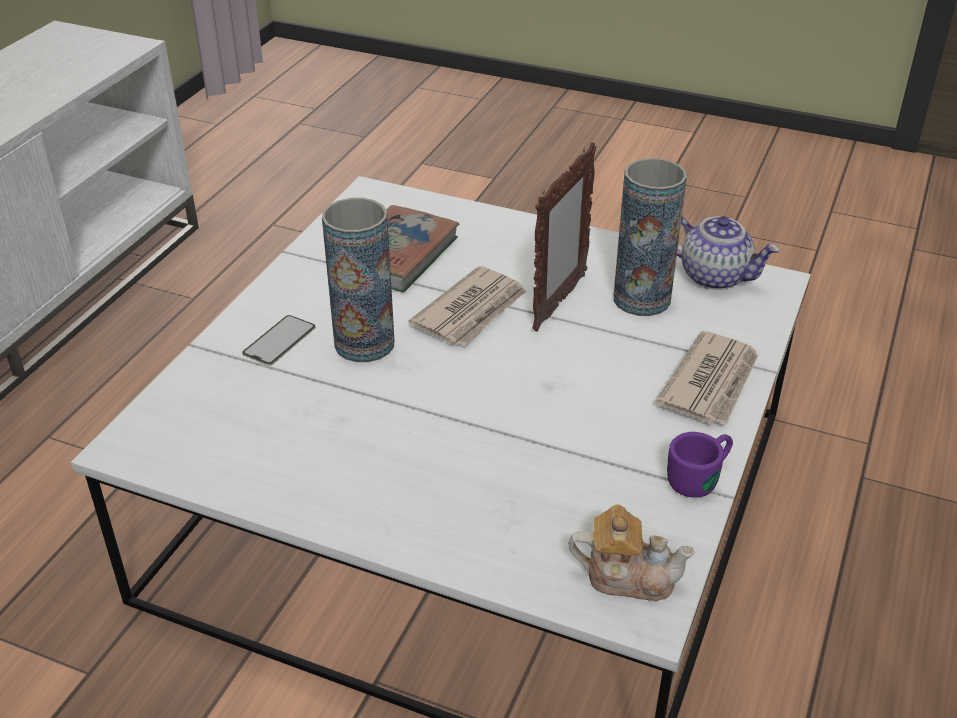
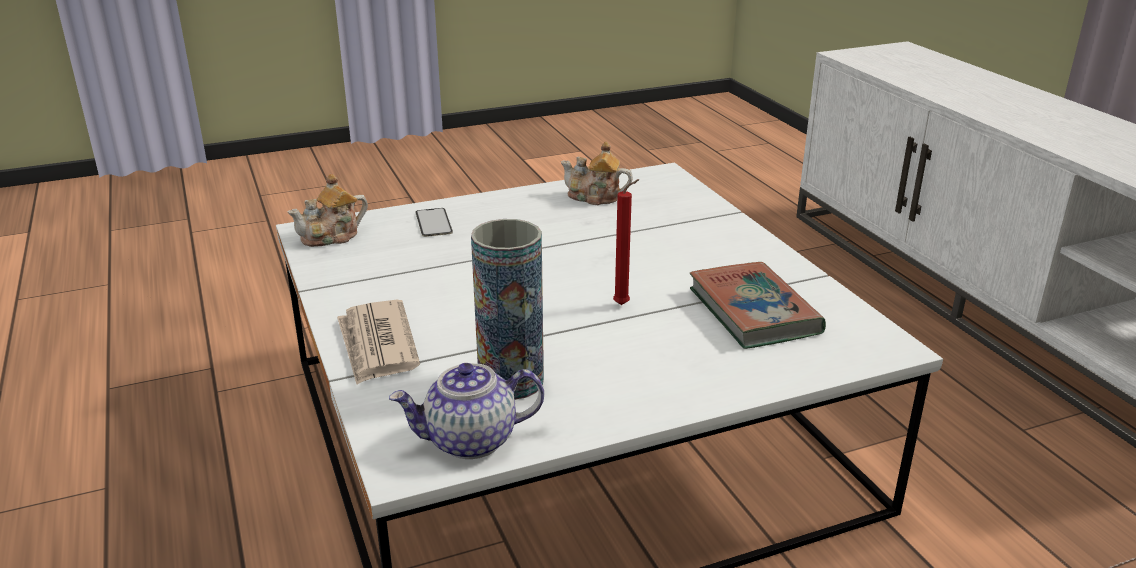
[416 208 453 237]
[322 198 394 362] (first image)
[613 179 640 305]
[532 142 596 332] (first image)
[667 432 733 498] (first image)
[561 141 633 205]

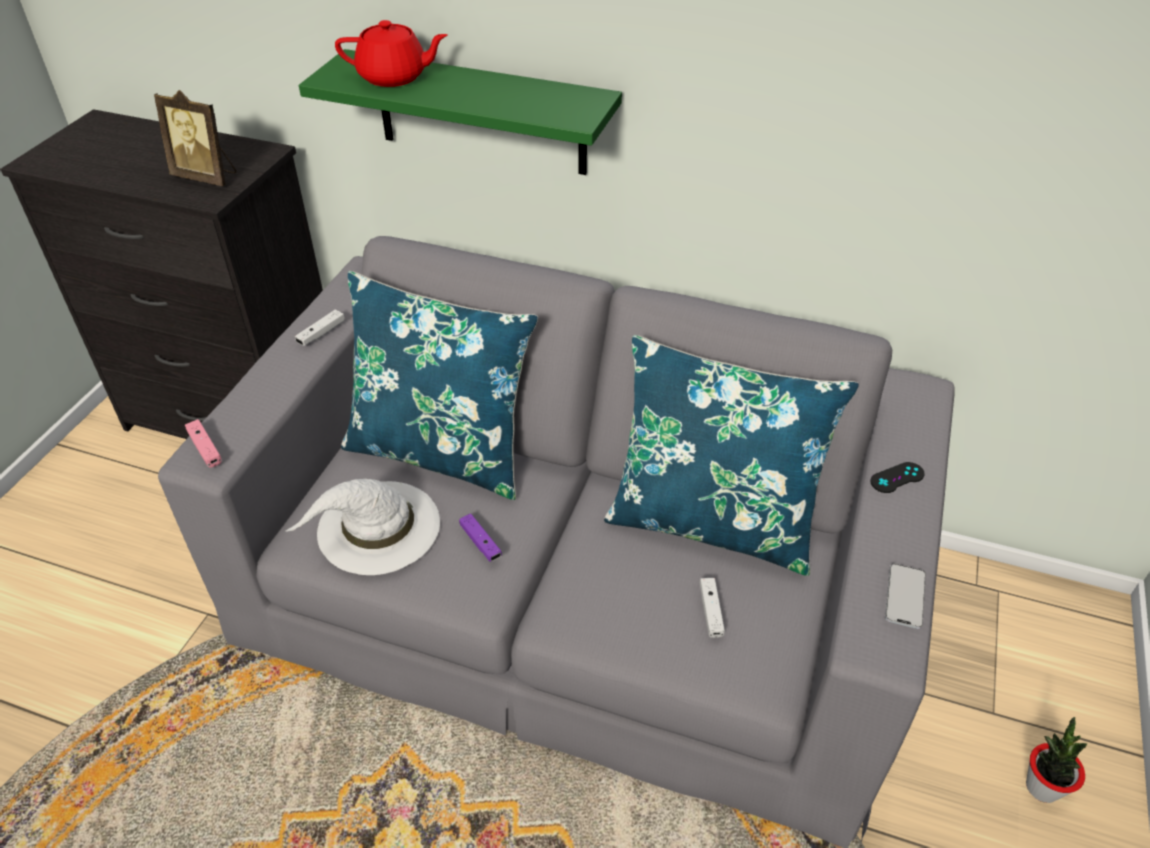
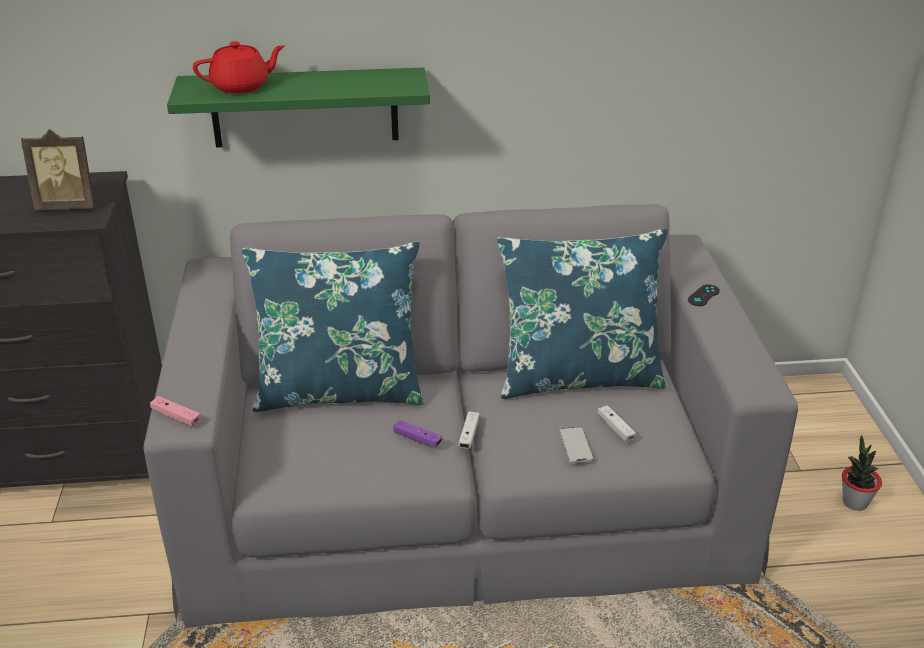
[286 479 440 575] (first image)
[458 411 480 449]
[559 427 594 463]

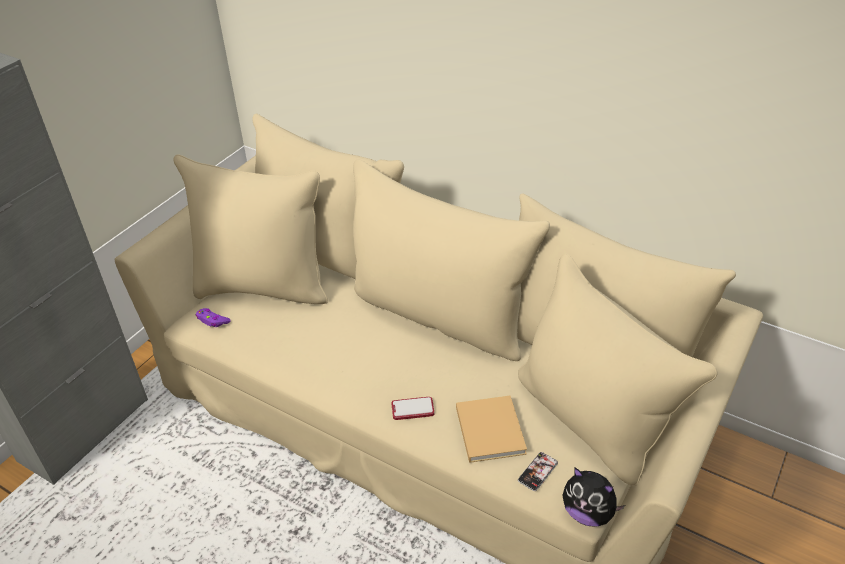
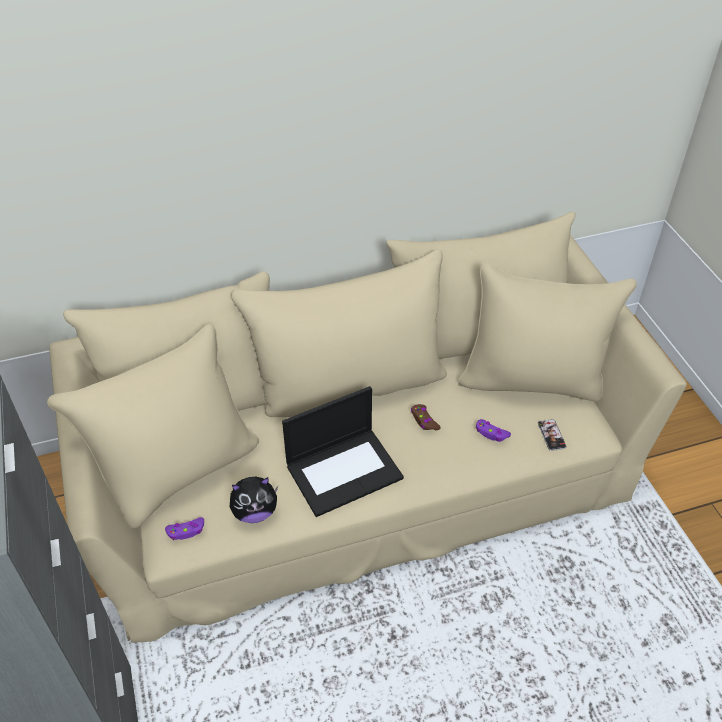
[391 397 434 420] (first image)
[476 419 511 442]
[230 477 278 523]
[282 386 404 517]
[411 404 441 430]

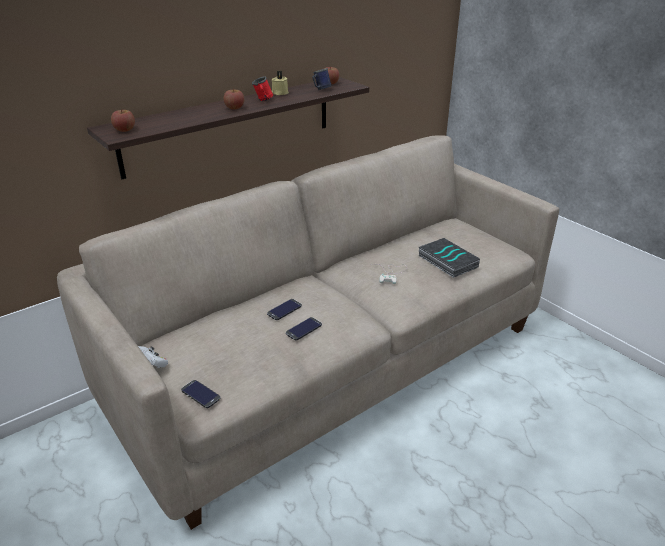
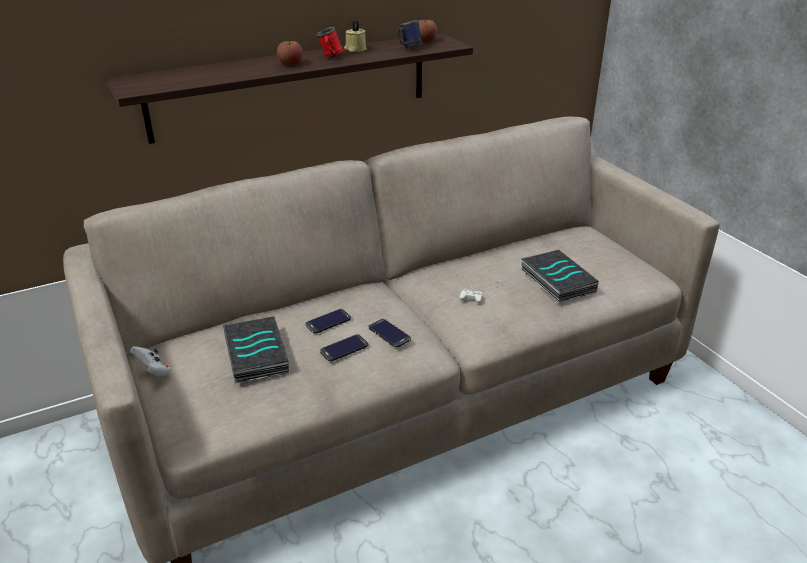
[111 109 135 132] (first image)
[369 319 411 347]
[223 316 289 384]

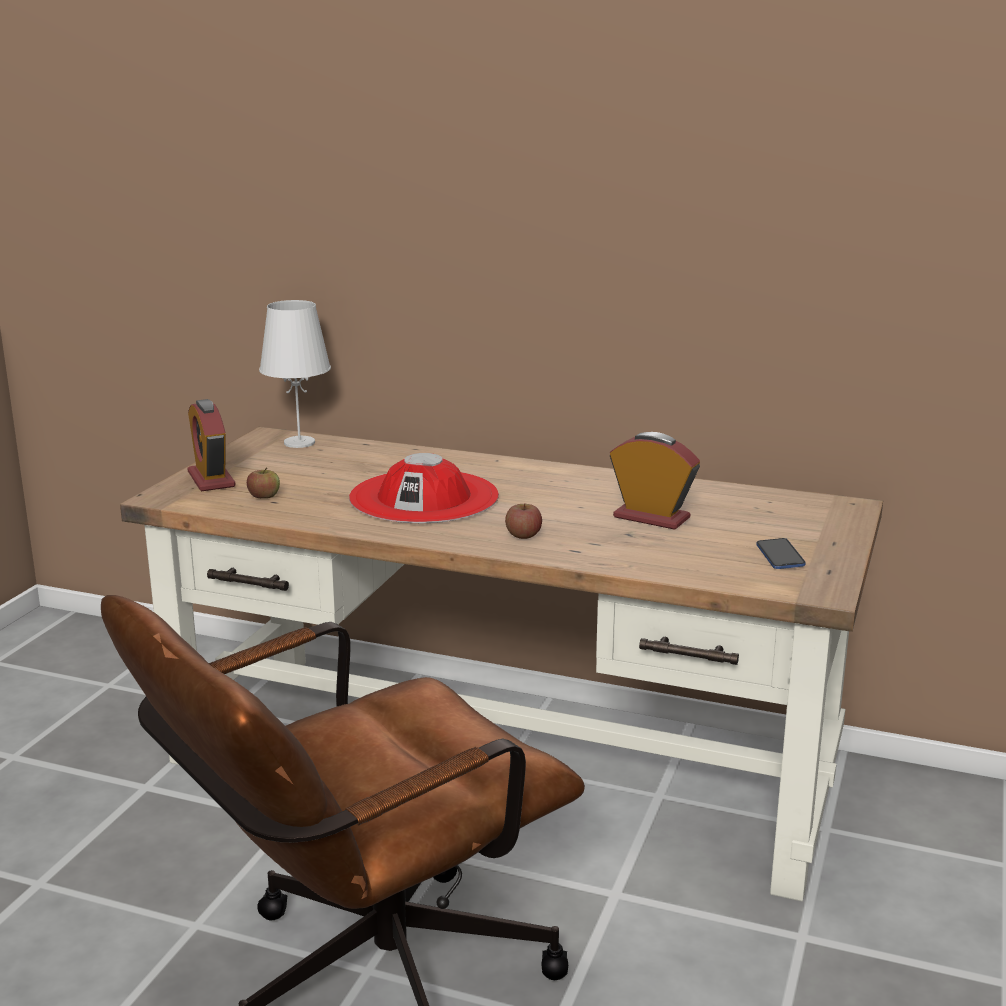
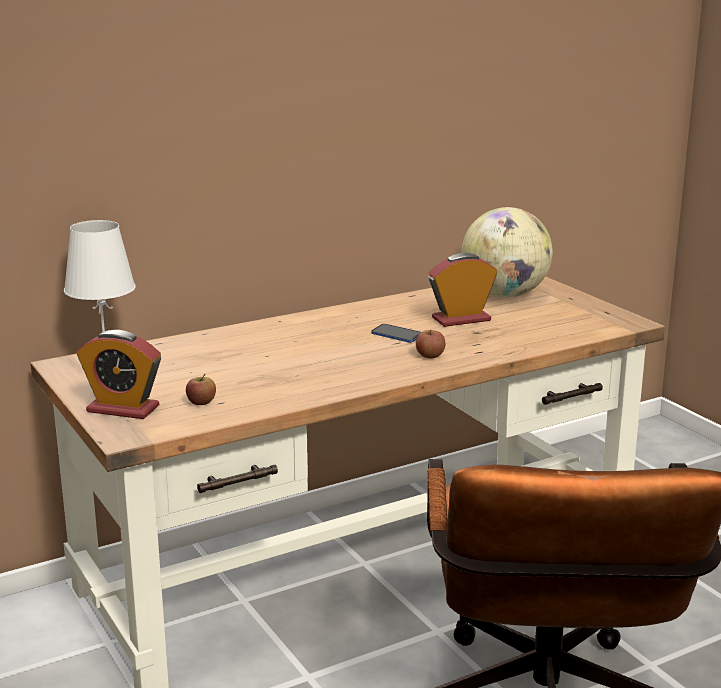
[349 453 499 523] (first image)
[371 324 421 343]
[462 207 553 298]

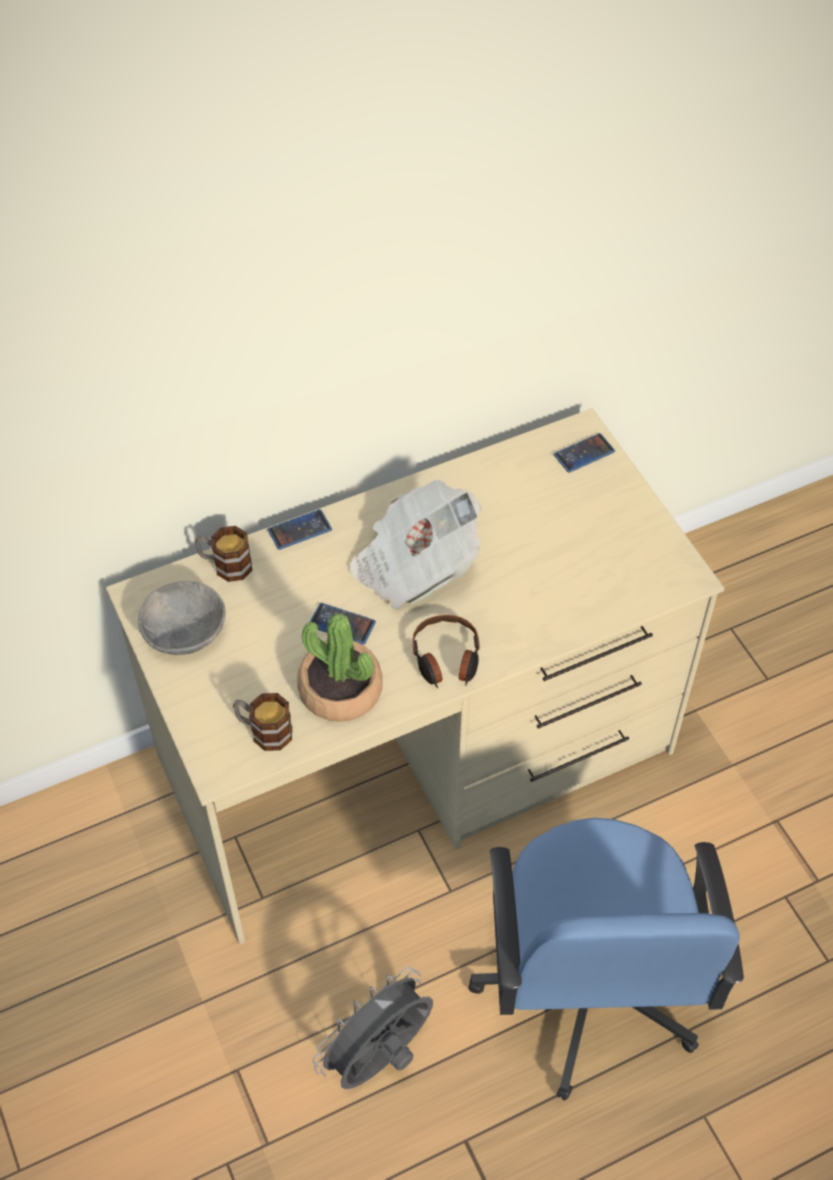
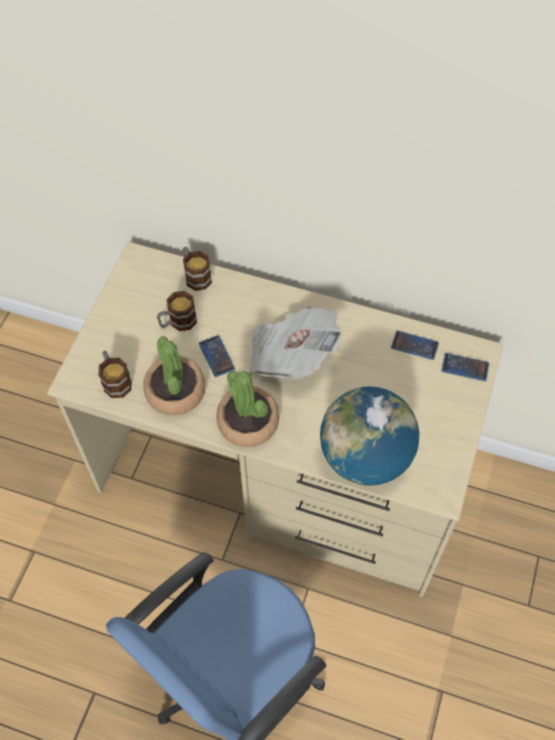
[138 581 226 655] (first image)
[391 331 439 360]
[313 967 433 1090] (first image)
[216 370 280 447]
[157 291 197 331]
[320 386 419 486]

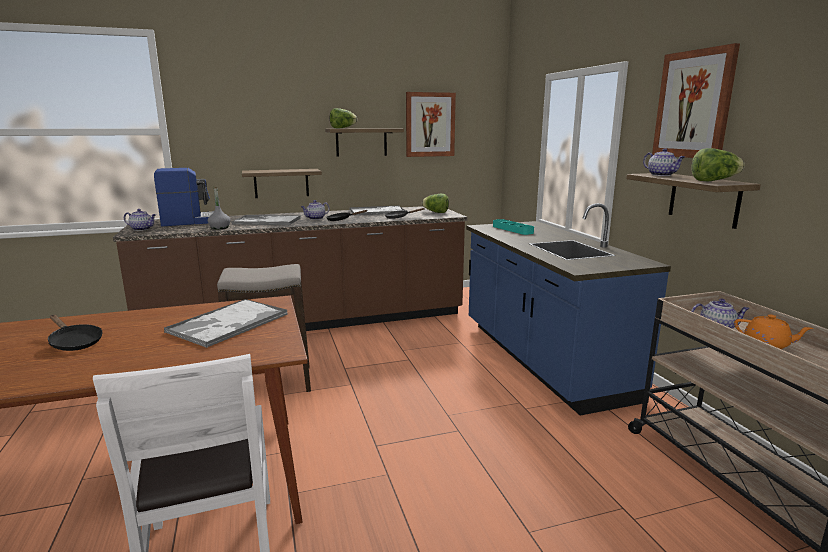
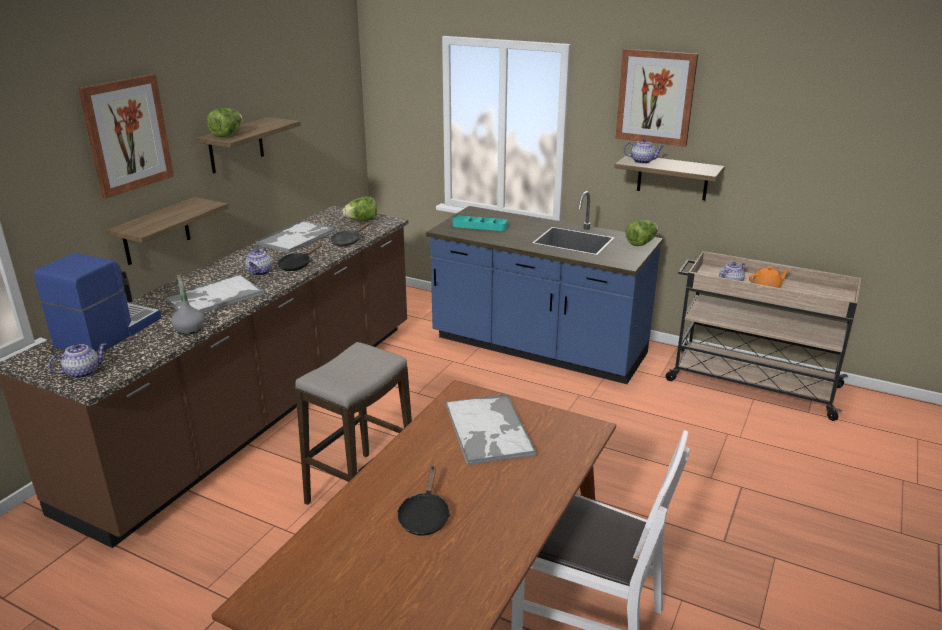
[397 465 450 536]
[78 74 174 199]
[625 220 658 246]

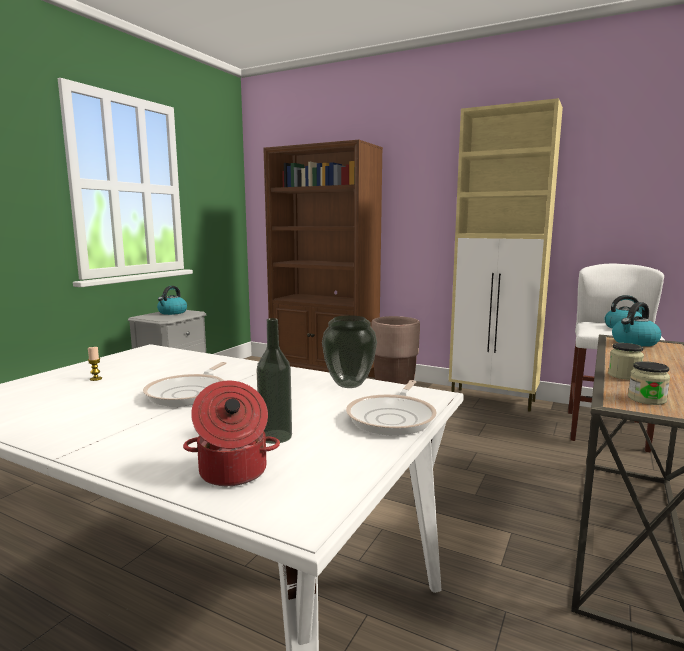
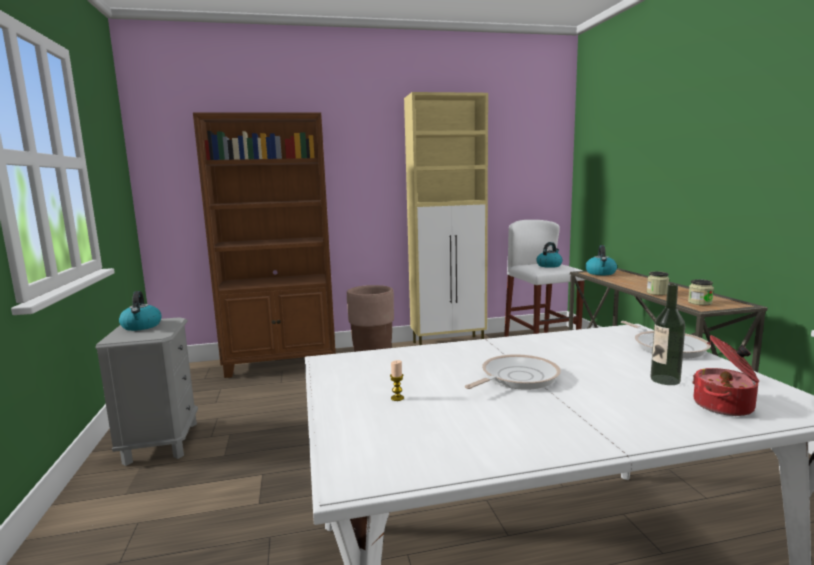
[465 354 561 390]
[322 315 377 388] (first image)

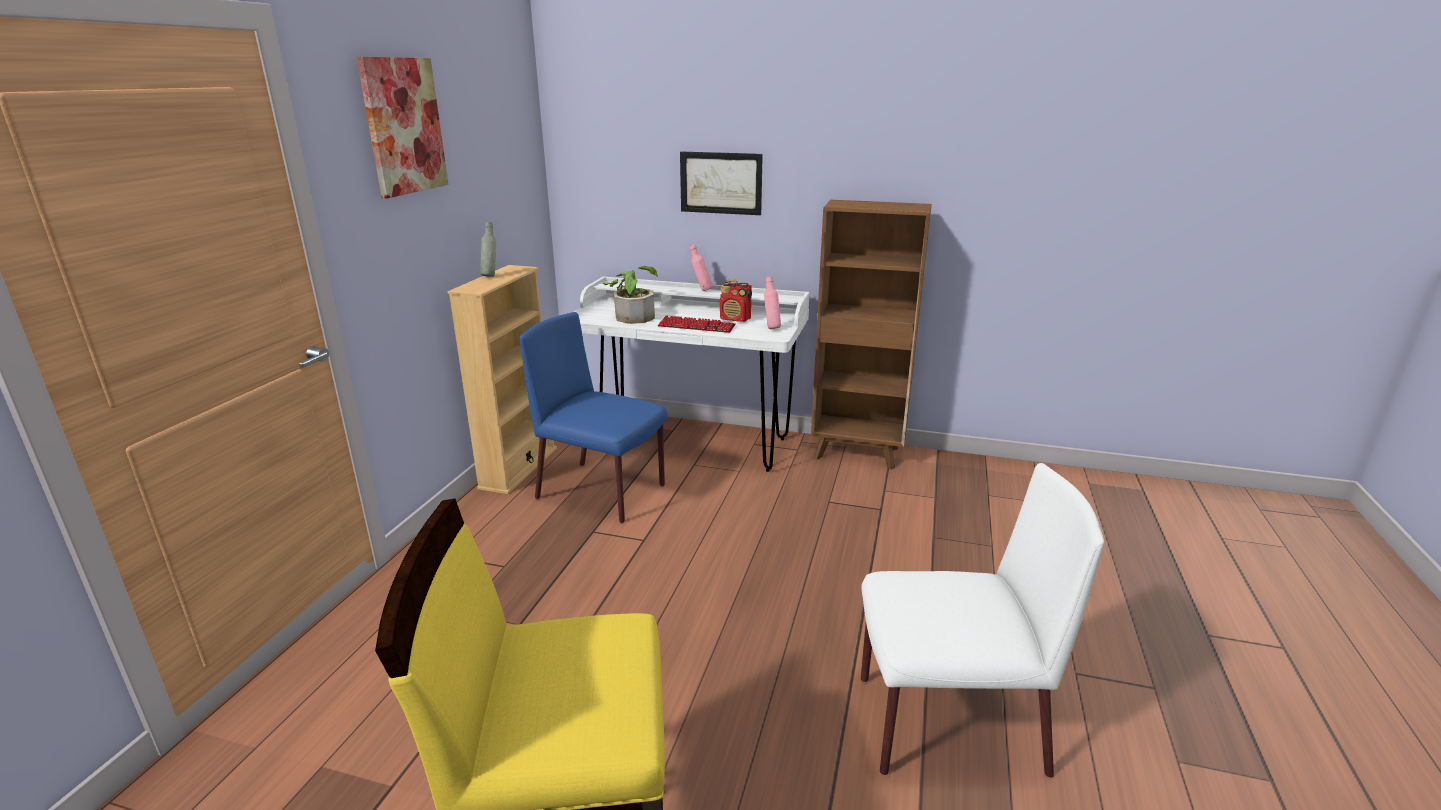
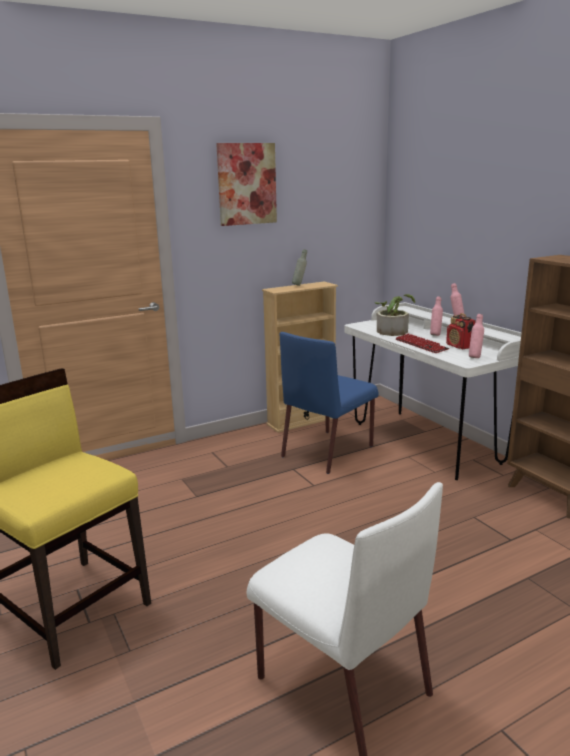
[280 332 379 474]
[680 152 763 215] (first image)
[430 296 443 336]

